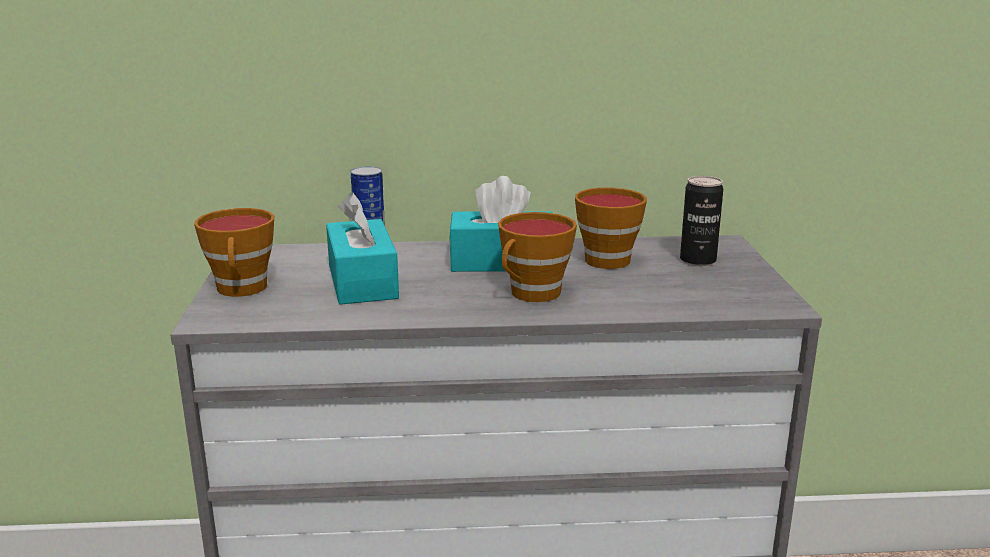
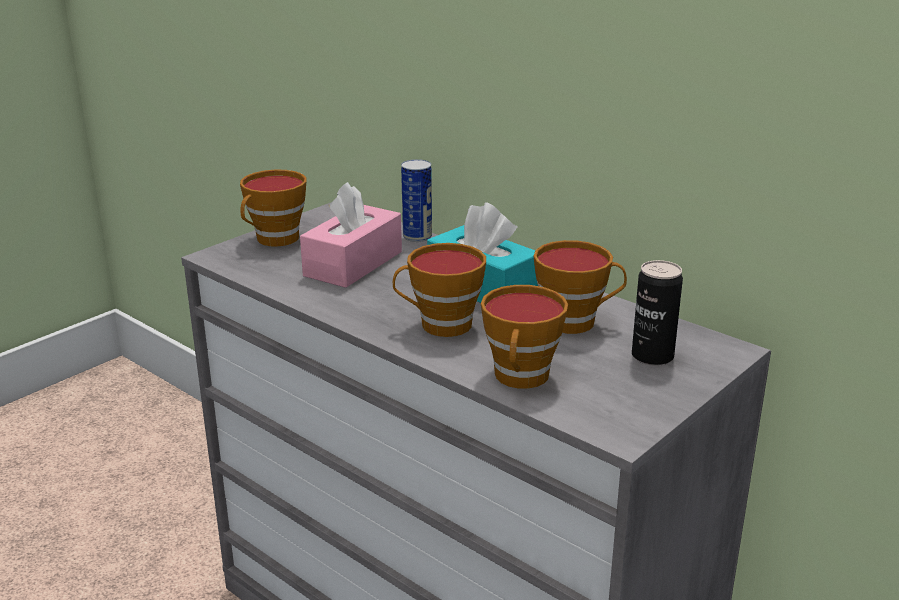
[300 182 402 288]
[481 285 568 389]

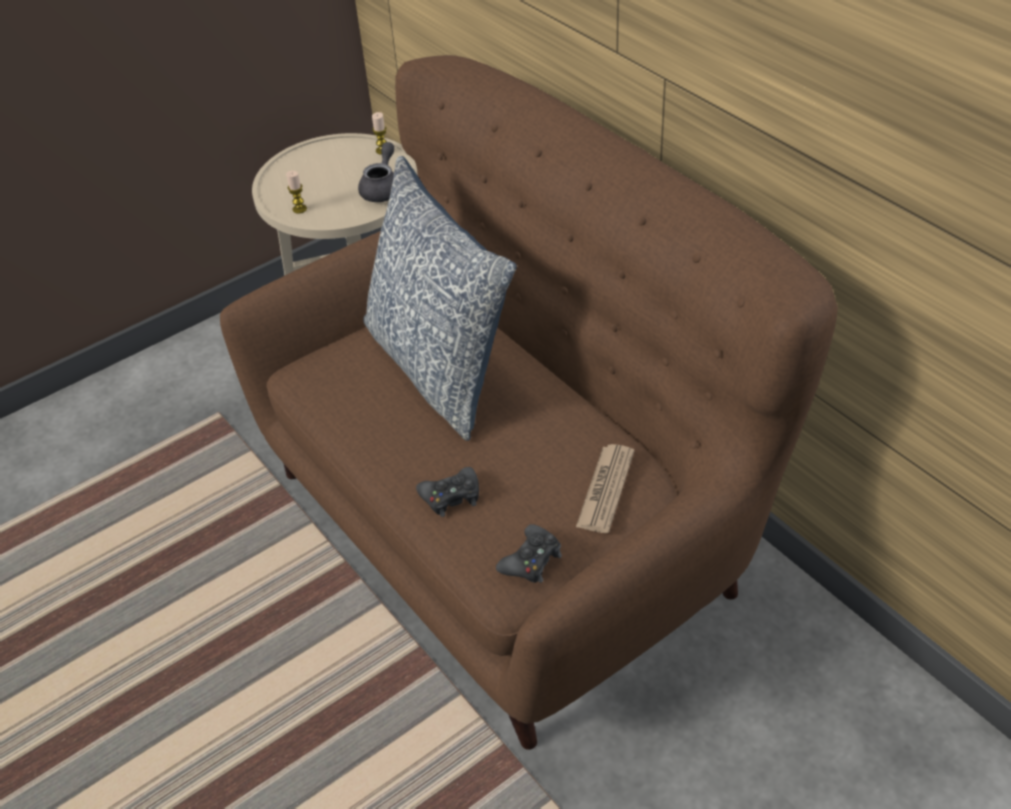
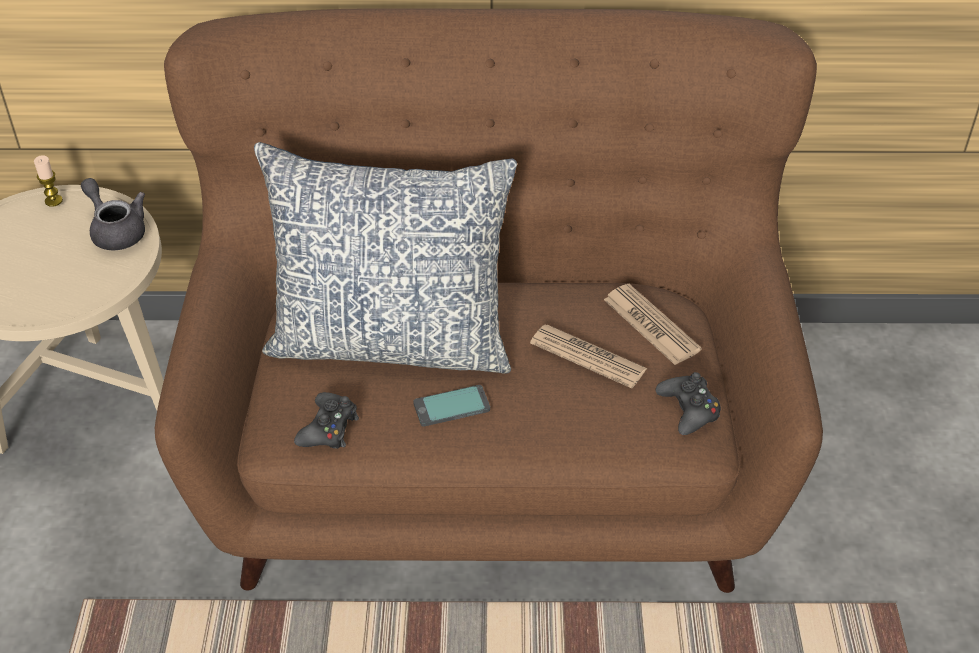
[286 171 307 214] (first image)
[294 392 359 449]
[413 385 490 426]
[530 325 647 388]

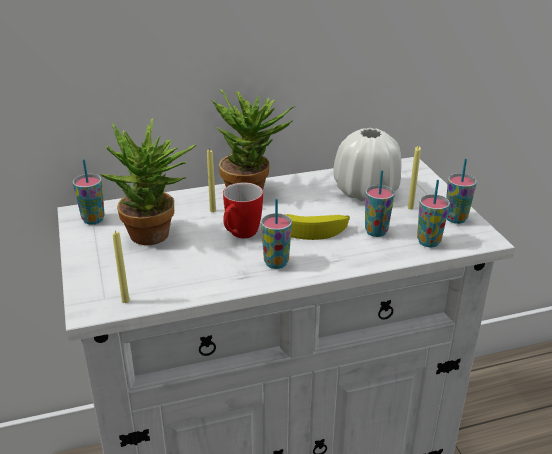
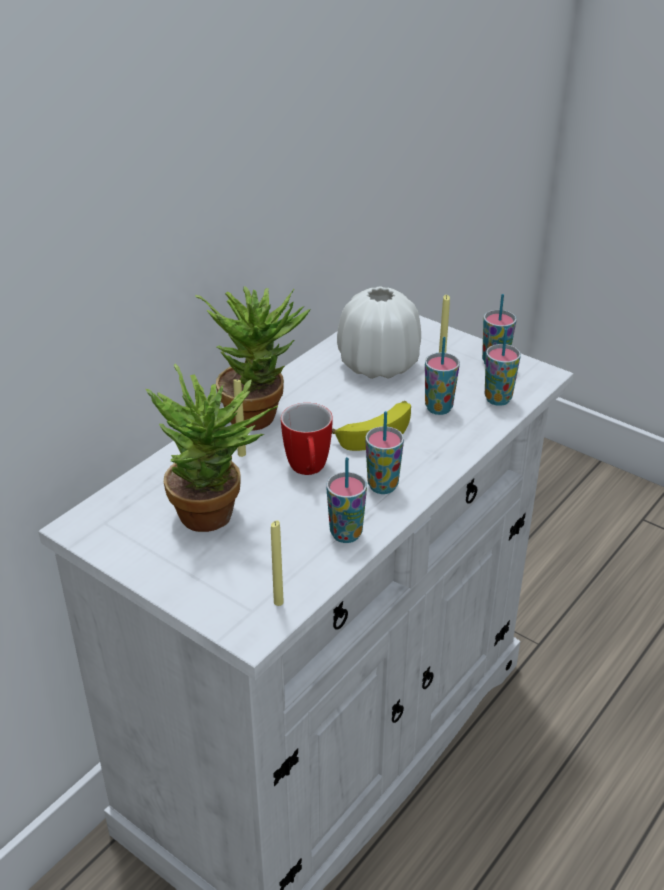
[326 457 367 543]

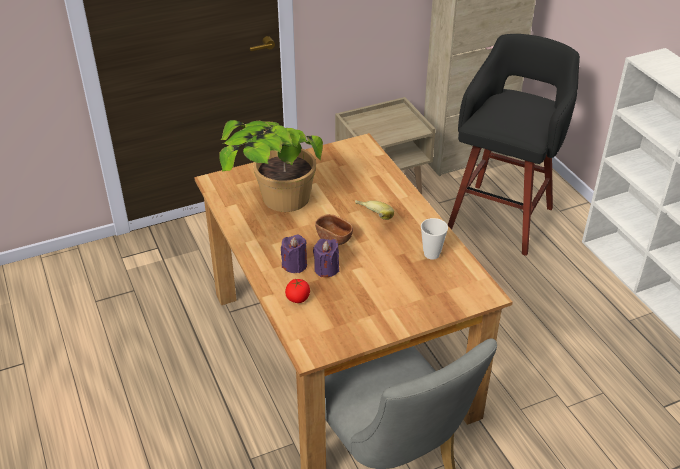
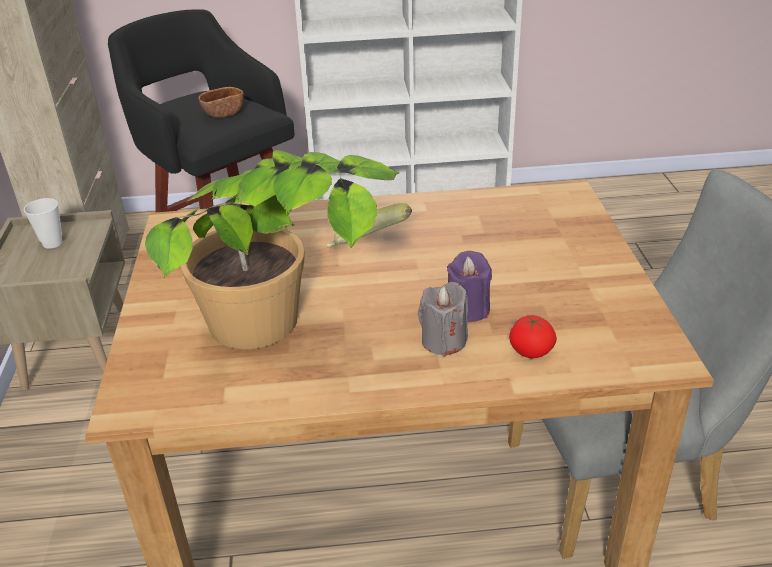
[418 282 468 356]
[198 87 244 118]
[24 198 62 249]

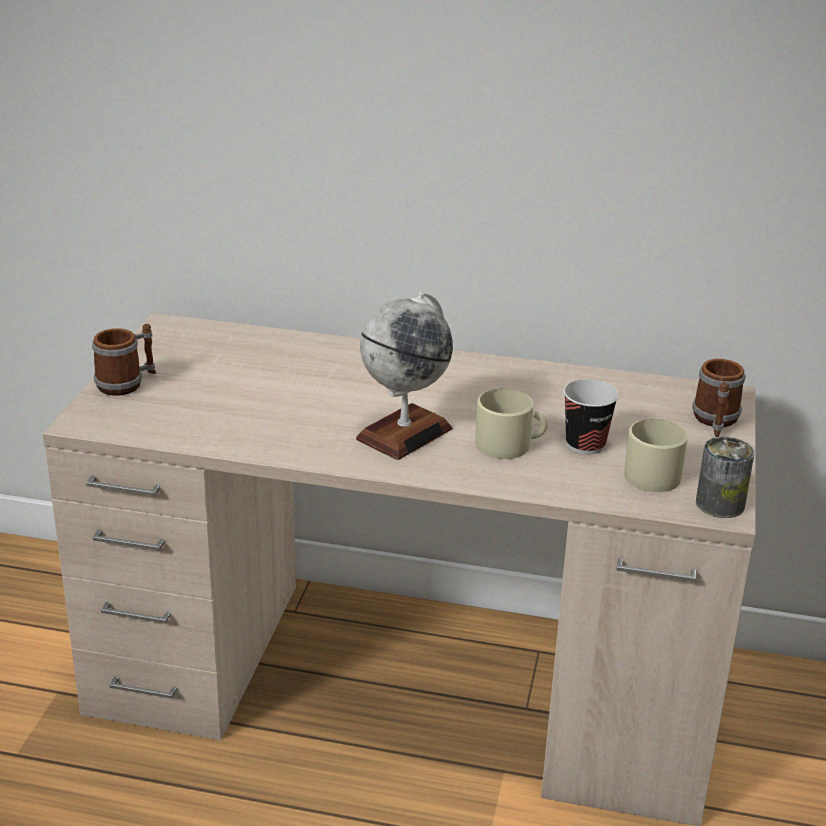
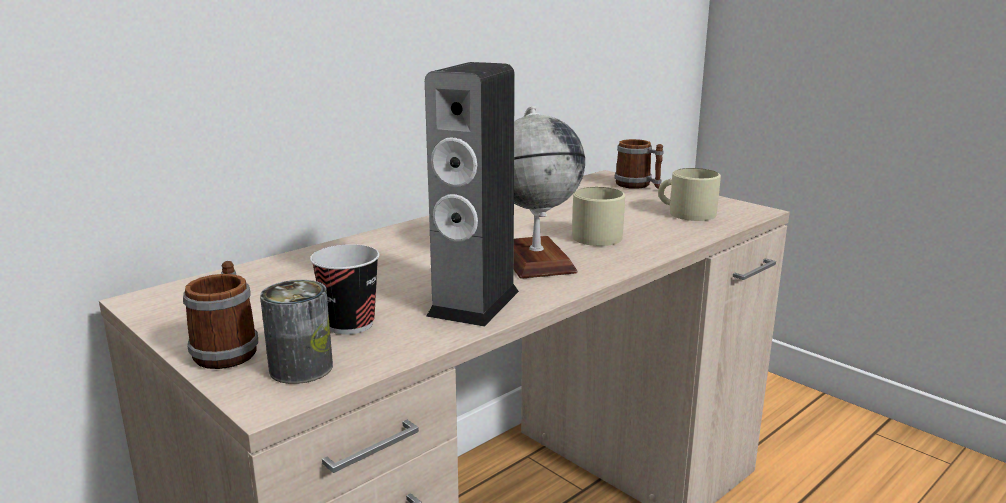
[310 244 379 335]
[260 280 333 384]
[425 62 519 327]

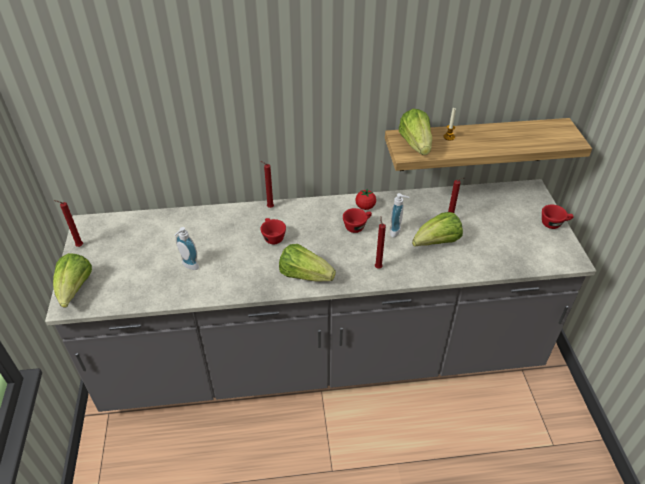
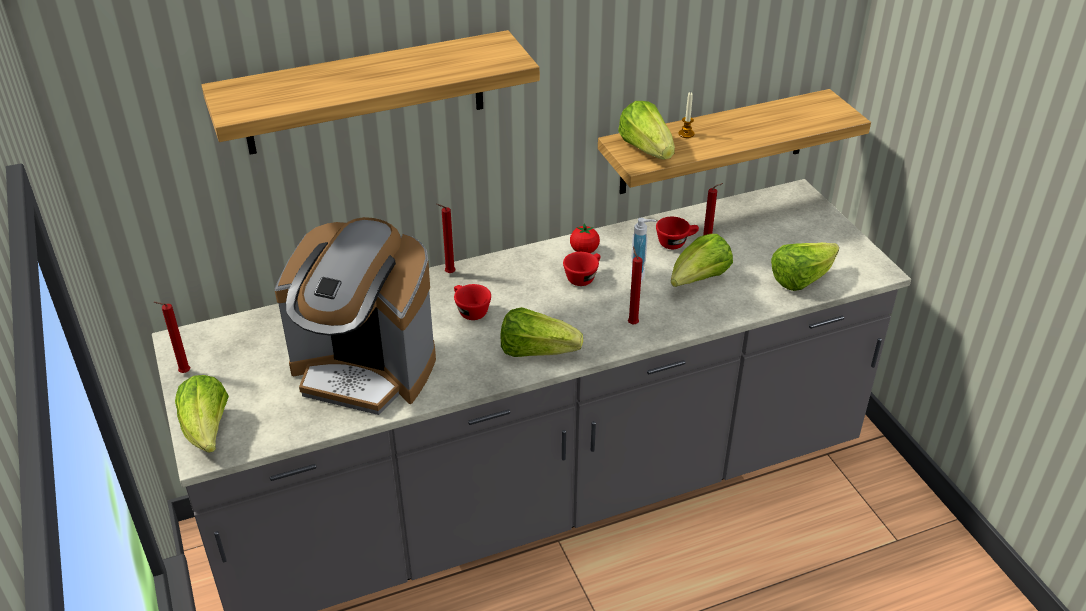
[274 217 436 415]
[656 217 699 249]
[201 30 540 155]
[771 242 839 291]

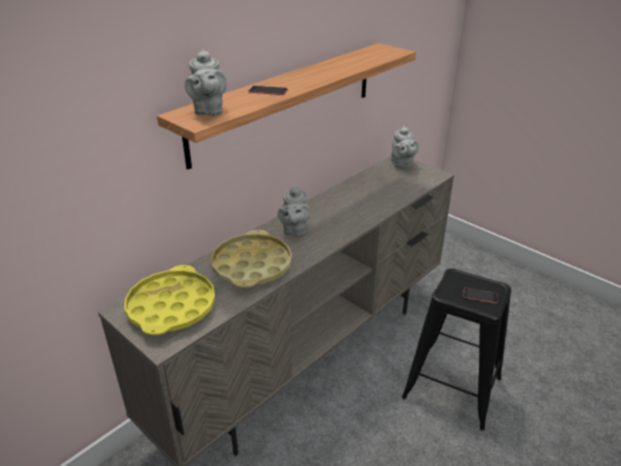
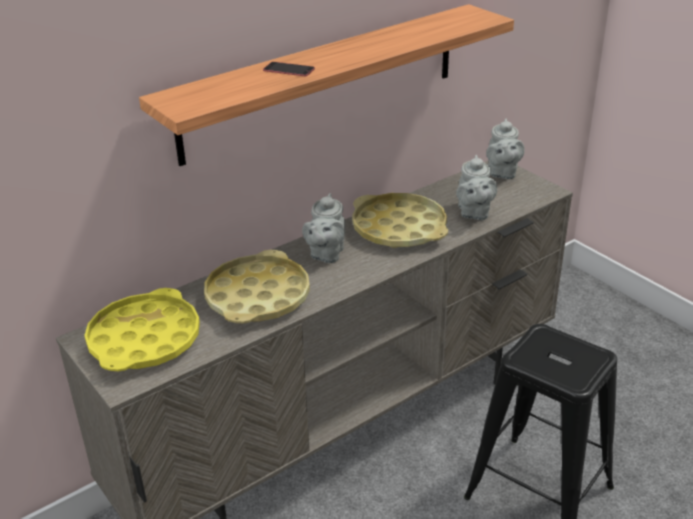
[456 155 497 220]
[463 288 498 304] (first image)
[352 193 448 248]

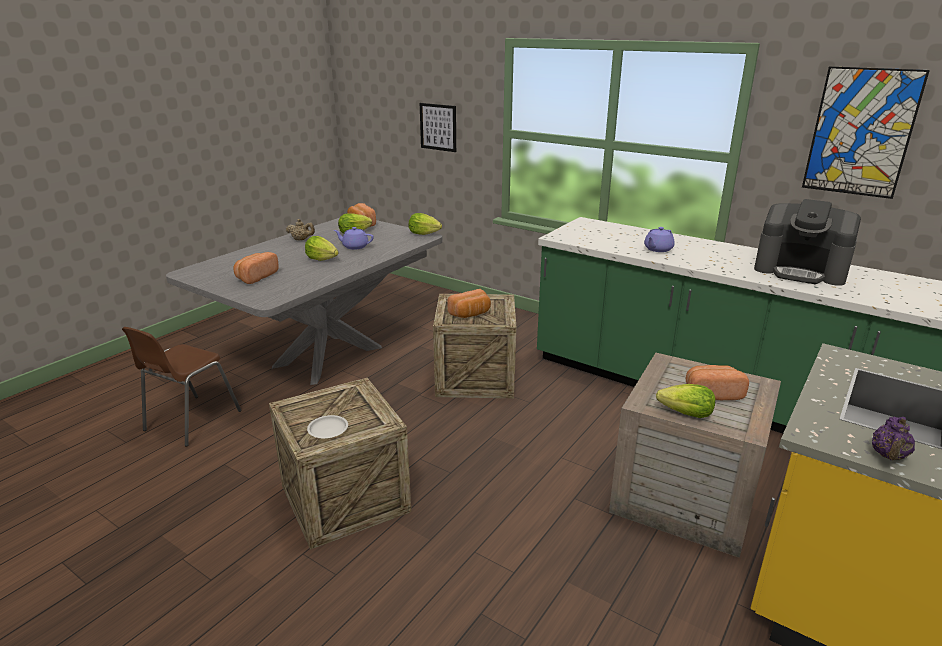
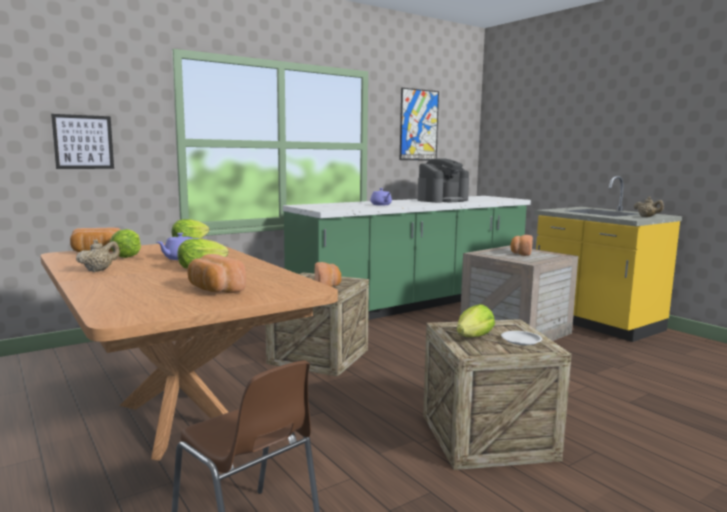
[40 243 338 461]
[457 304 495 337]
[634 197 664 217]

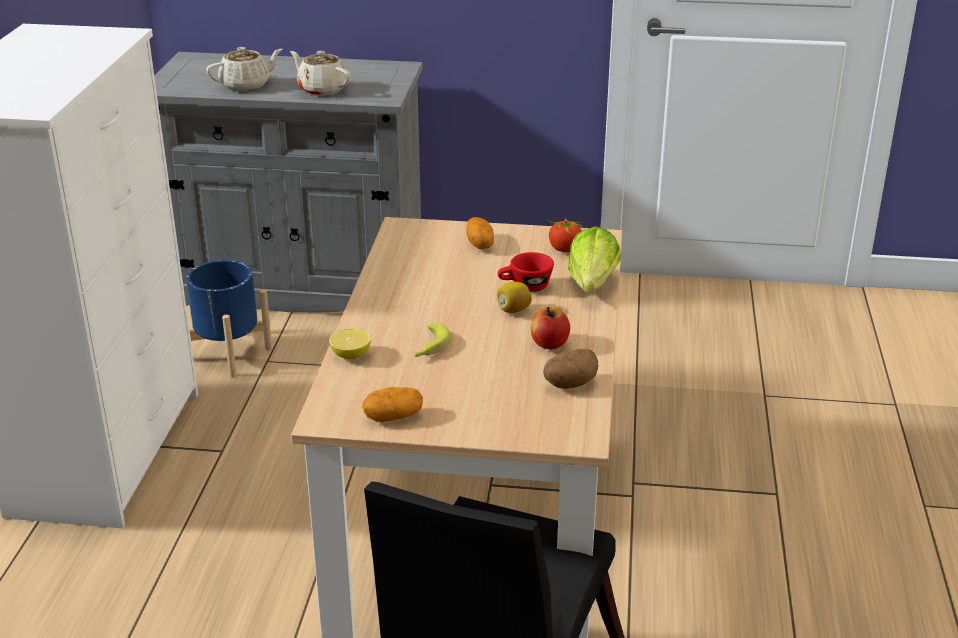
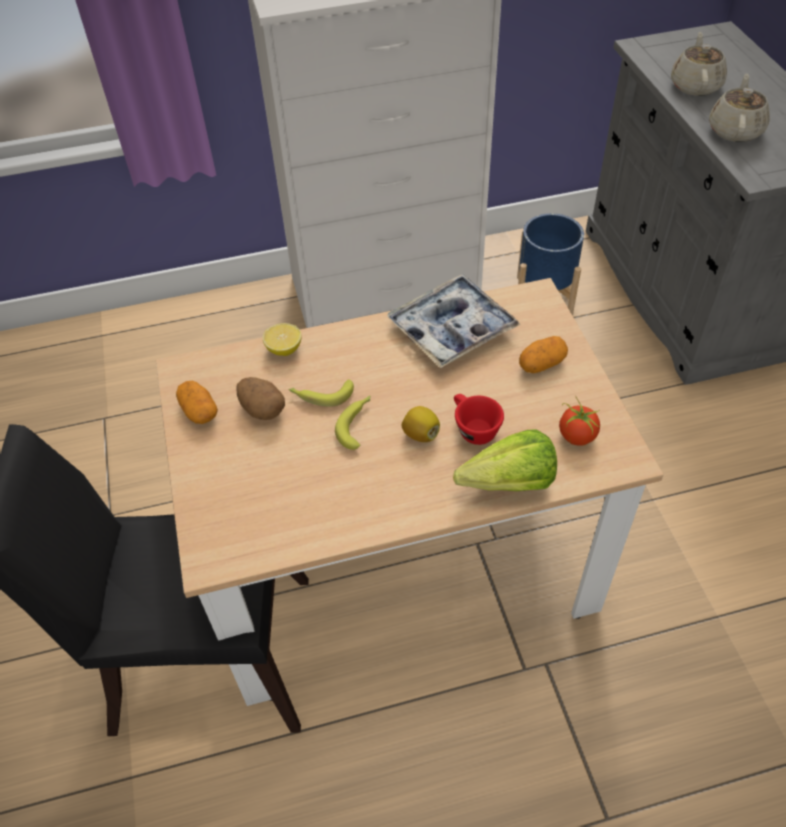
[671 32 727 96]
[531 307 570 349] (first image)
[237 377 285 420]
[335 396 370 450]
[387 274 521 368]

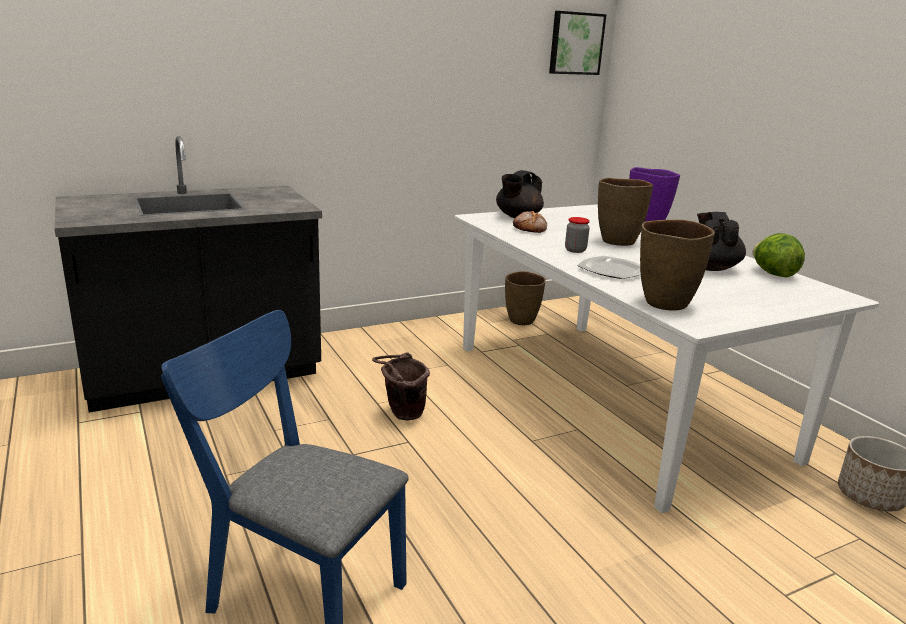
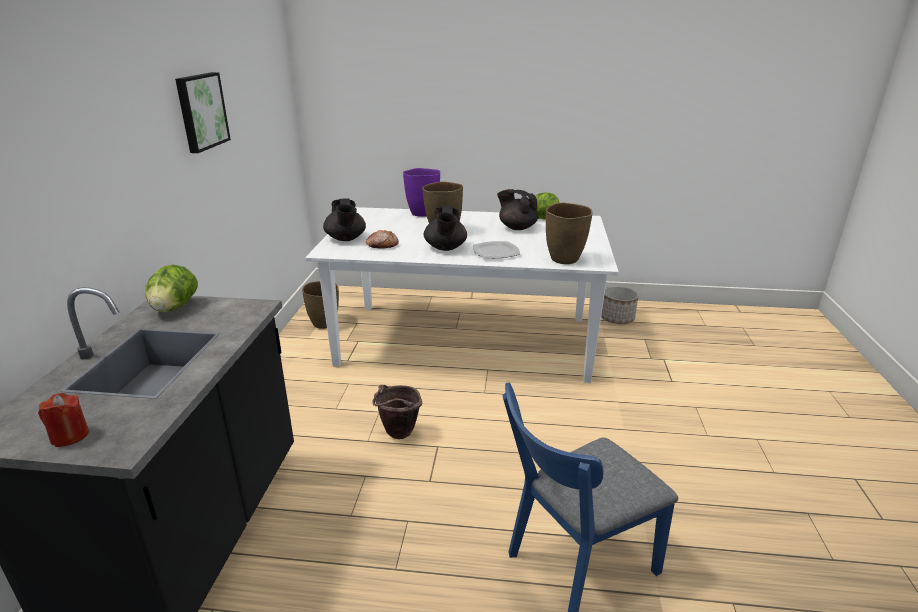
[175 72 231 153]
[424 206 467 251]
[38 393 89 447]
[145 265 198 312]

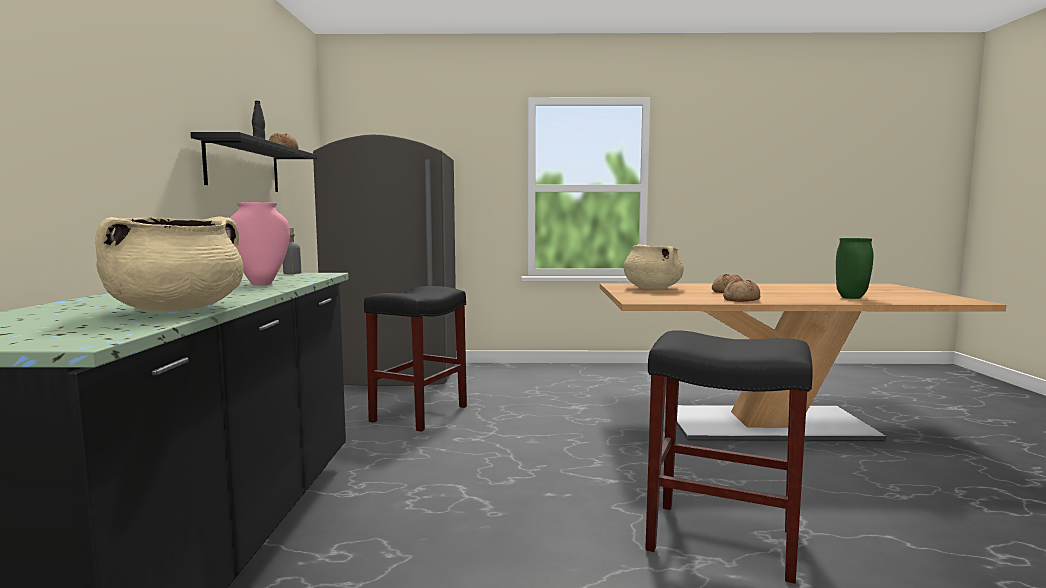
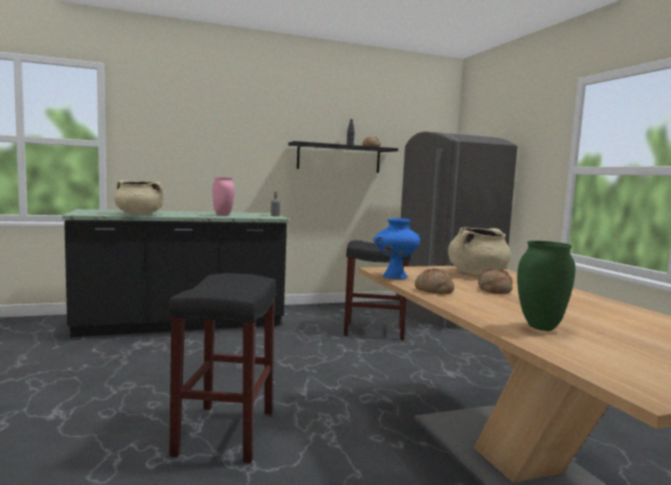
[373 218 421 279]

